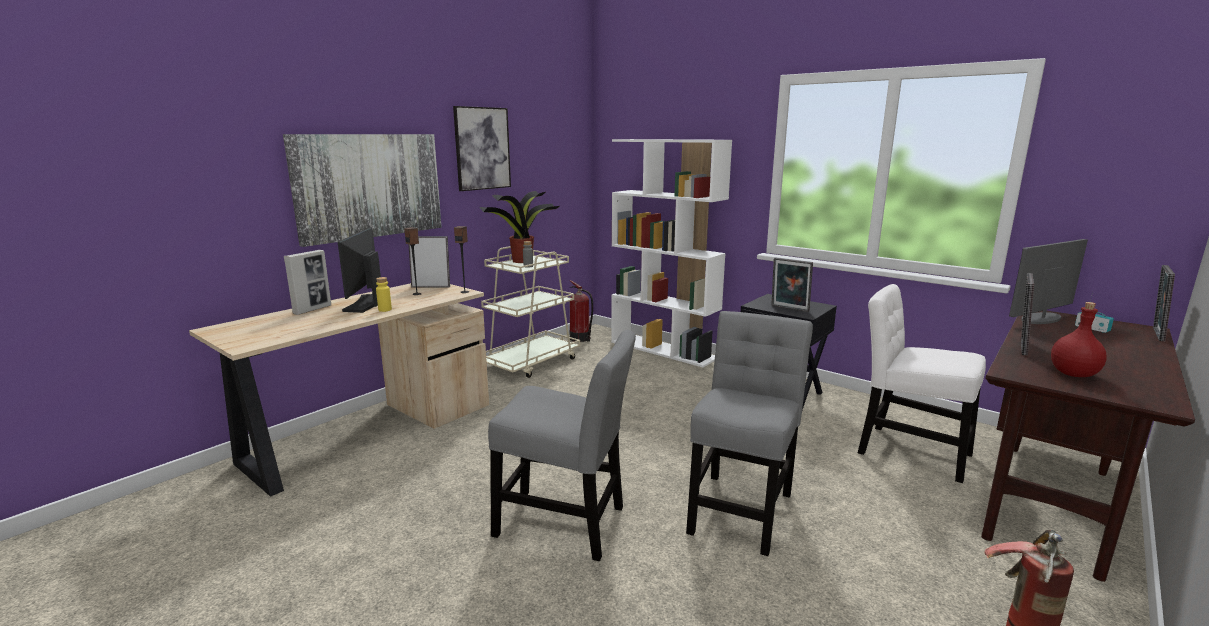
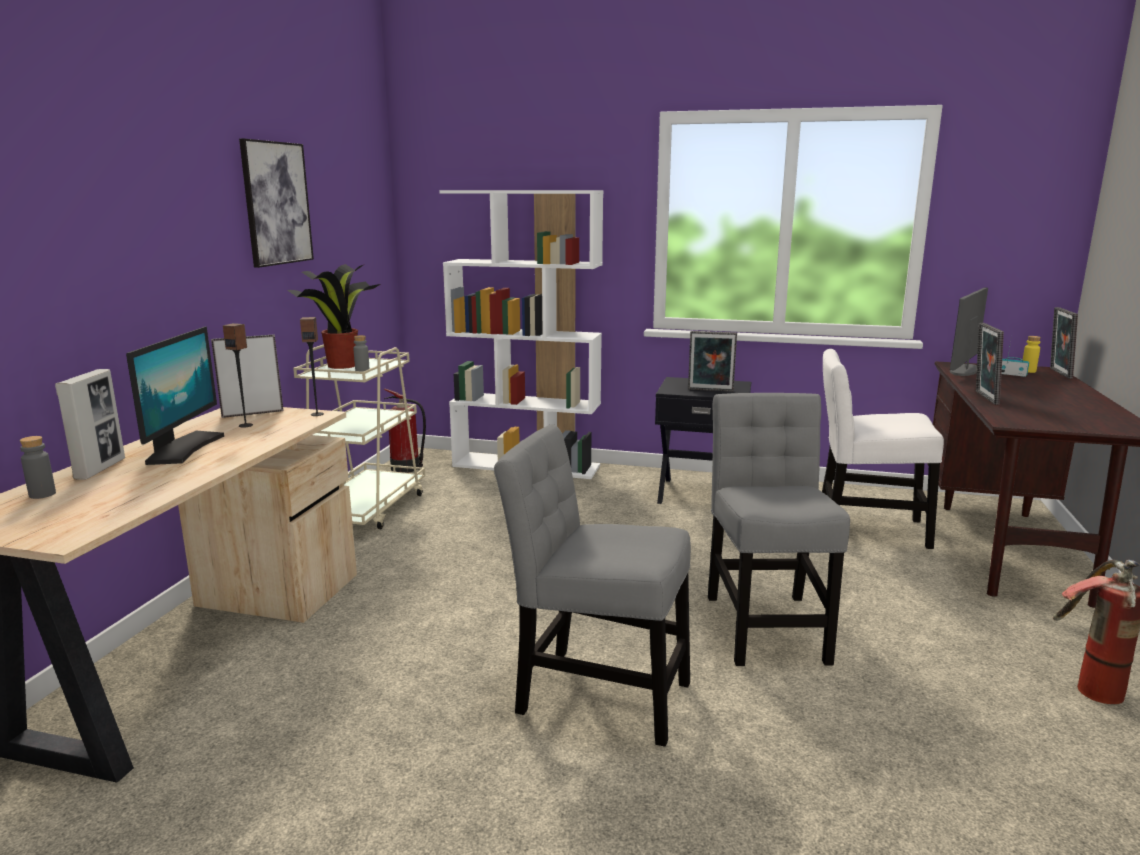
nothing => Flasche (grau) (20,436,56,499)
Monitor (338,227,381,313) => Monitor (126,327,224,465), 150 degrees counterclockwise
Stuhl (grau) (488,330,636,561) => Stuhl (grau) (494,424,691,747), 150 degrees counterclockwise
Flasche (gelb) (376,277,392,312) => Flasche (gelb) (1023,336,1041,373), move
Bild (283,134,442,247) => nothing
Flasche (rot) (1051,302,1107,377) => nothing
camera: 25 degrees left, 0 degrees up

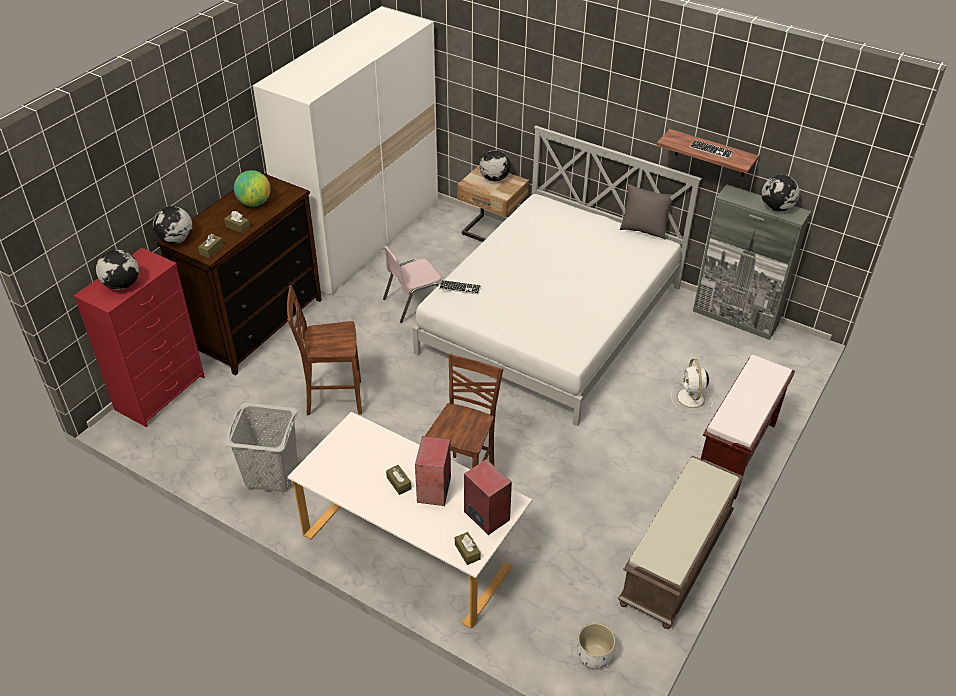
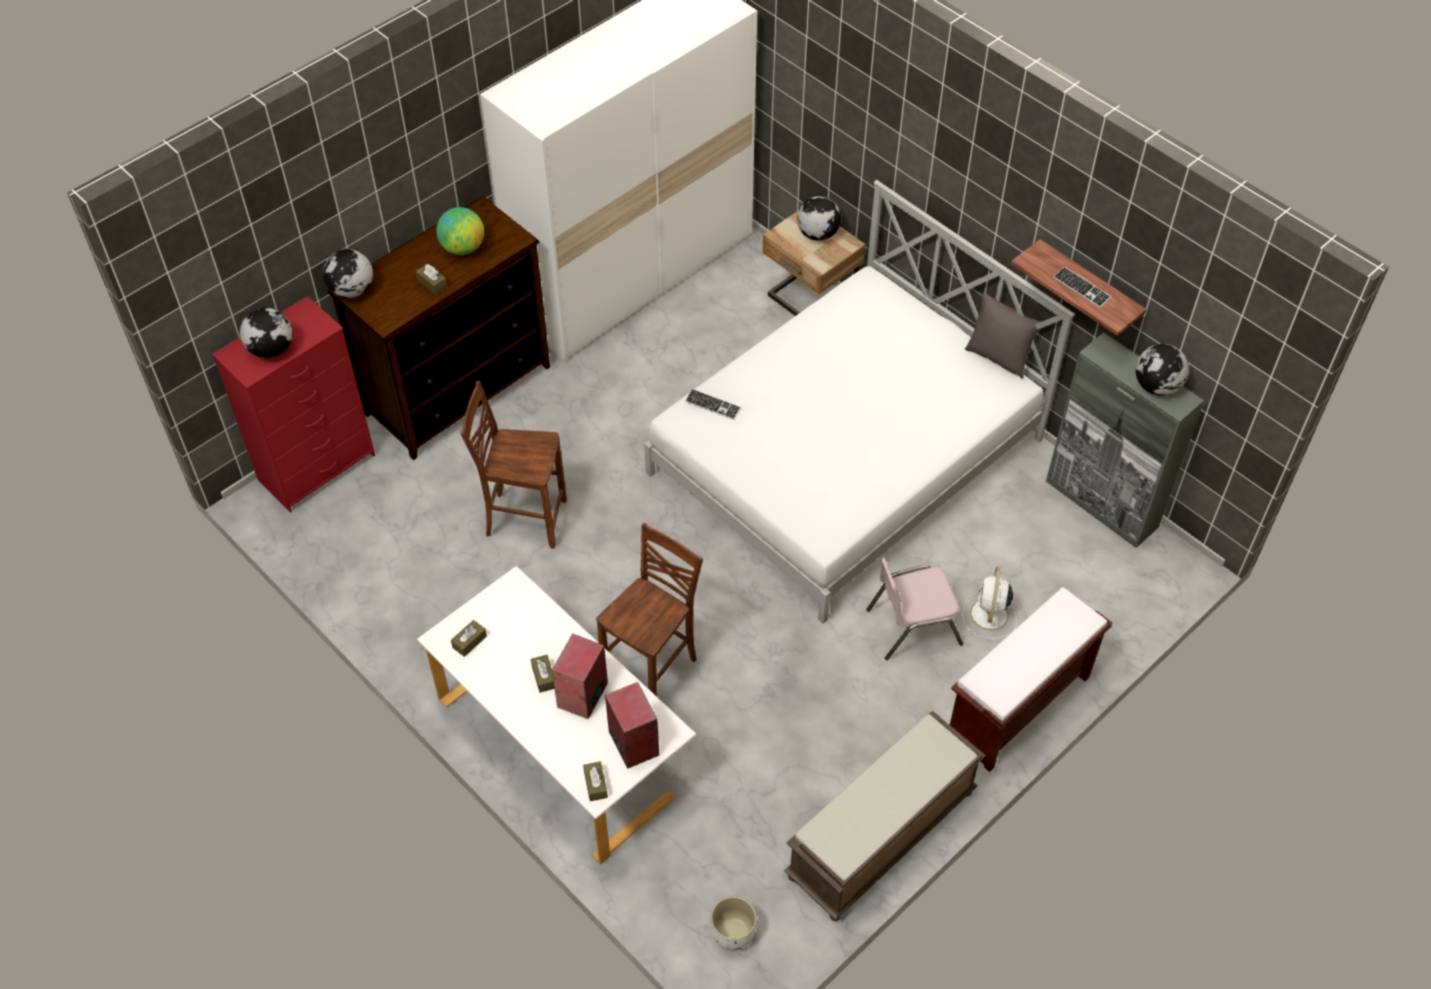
Taschentuchbox (braun) (198,234,223,258) => Taschentuchbox (braun) (451,620,487,657), move
Stuhl (rosa) (383,246,442,323) => Stuhl (rosa) (866,558,963,660), move
Wäschekorb (grau) (225,402,298,492) => nothing
camera: 15 degrees right, 10 degrees up

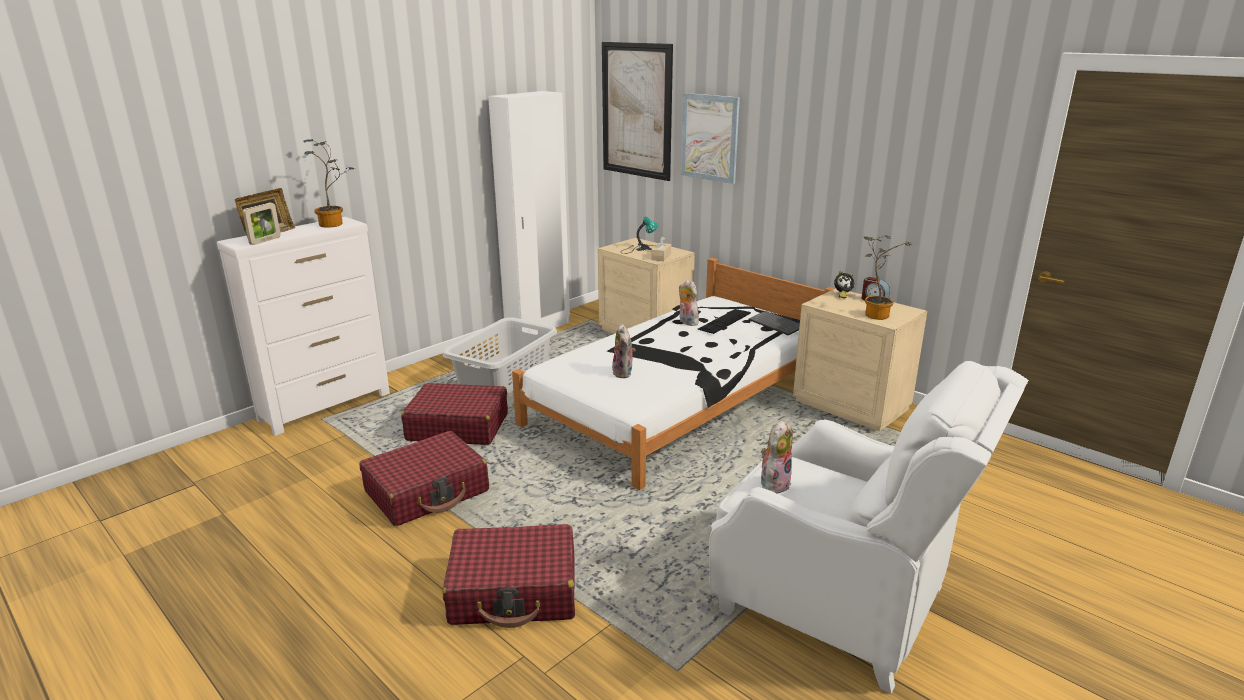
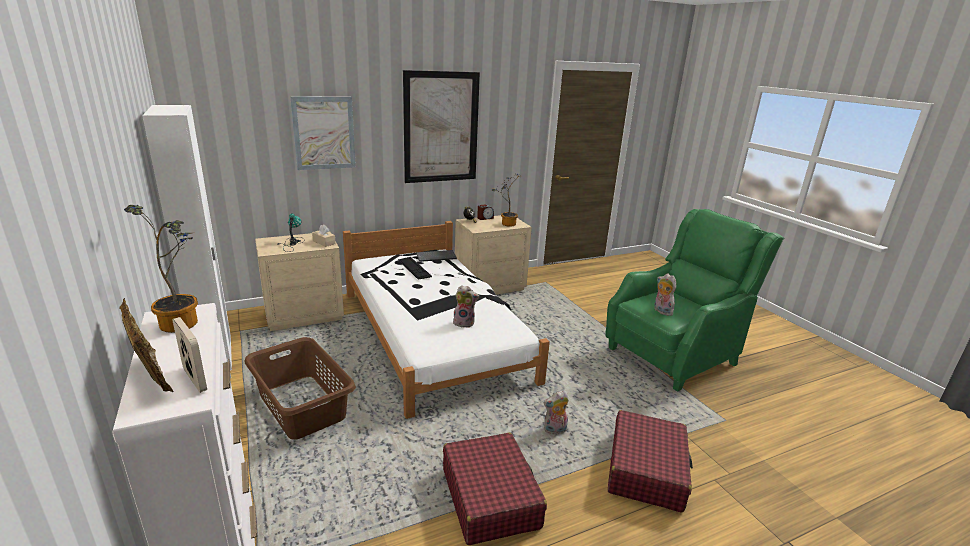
Wäschekorb (grau) (443,317,557,394) => Wäschekorb (braun) (244,337,356,439)
Bild (602,42,673,181) => Bild (403,70,480,183), move
Plüschtier (679,280,699,326) => Plüschtier (544,391,569,434), move
Sessel (weiß) (709,361,1029,694) => Sessel (grün) (605,209,784,392)
Koffer (rot) (401,383,508,445) => nothing
camera: 70 degrees left, 0 degrees up

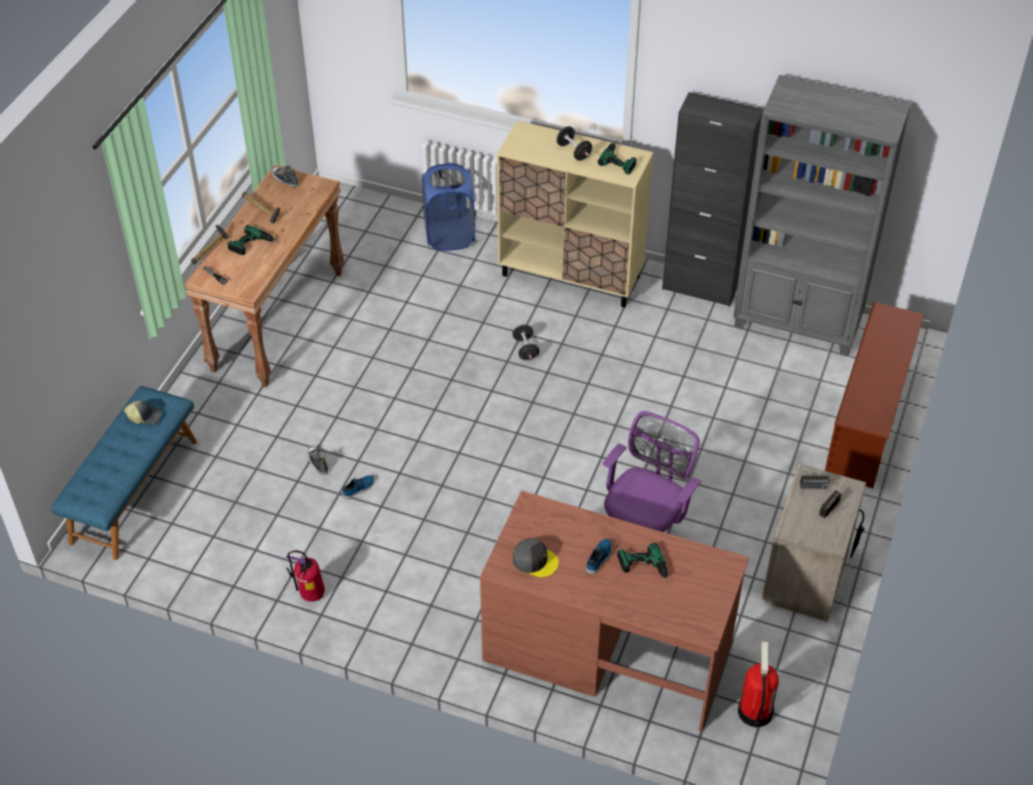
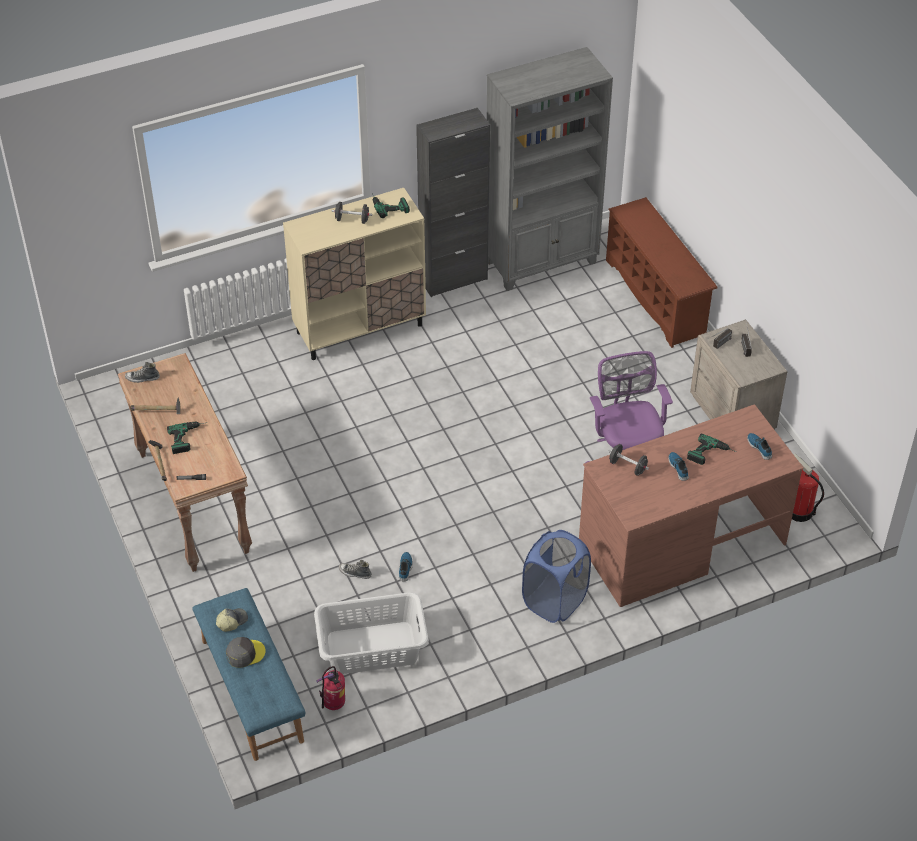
Kappe (grau) (513,538,559,577) => Kappe (grau) (226,637,266,668), move
nothing => Wäschekorb (grau) (314,592,429,674)
Feuerlöscher (286,550,325,602) => Feuerlöscher (316,666,345,710), move
Wäschekorb (blau) (422,163,475,251) => Wäschekorb (blau) (522,530,591,623), move
Hantel (schwarz) (513,325,539,360) => Hantel (schwarz) (608,444,649,476), move
nothing => Schuh (747,433,772,460)
camera: 45 degrees left, 0 degrees up

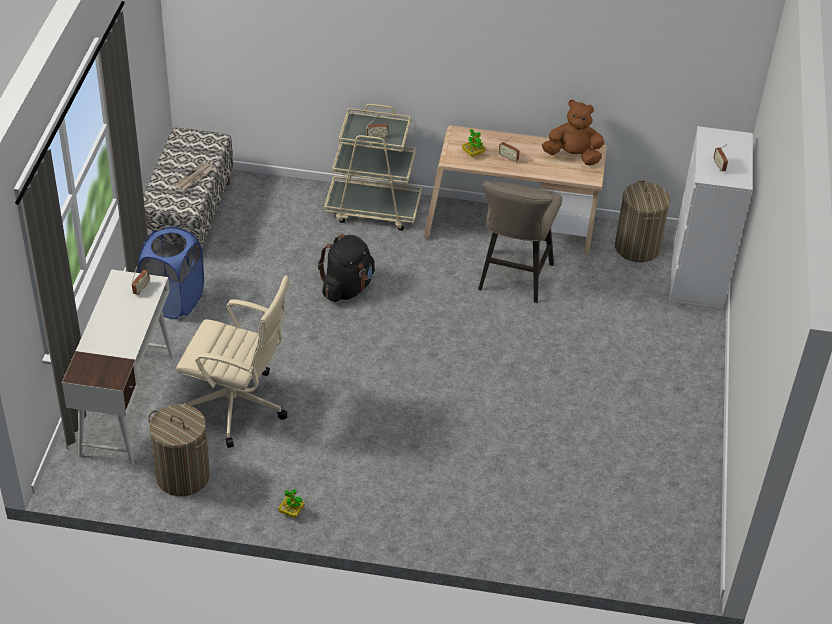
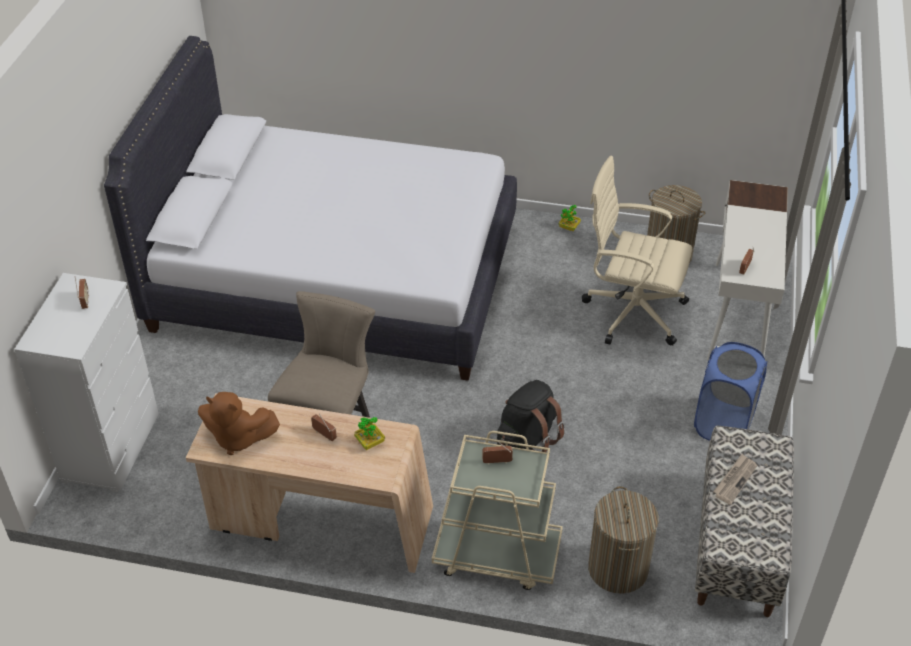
nothing => Bett (weiß) (104,36,517,381)
Wäschekorb (615,180,670,263) => Wäschekorb (588,486,659,594), move
camera: 175 degrees left, 0 degrees up

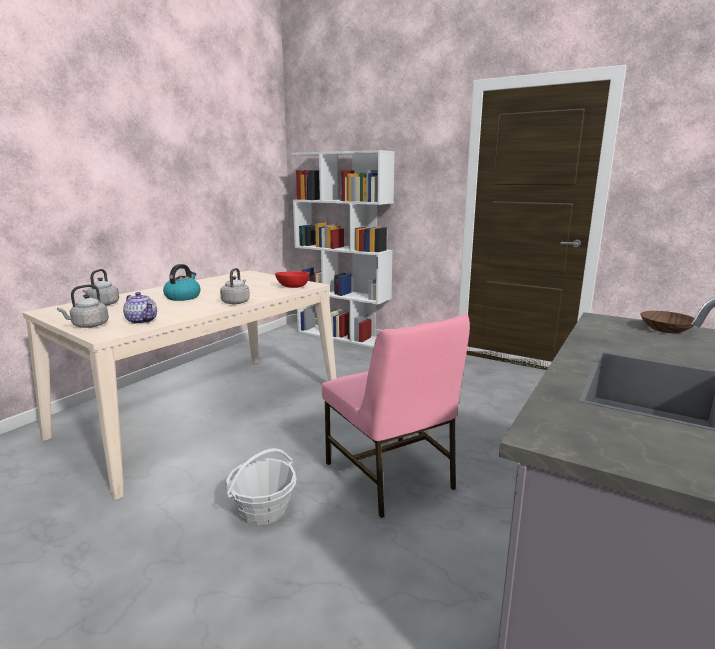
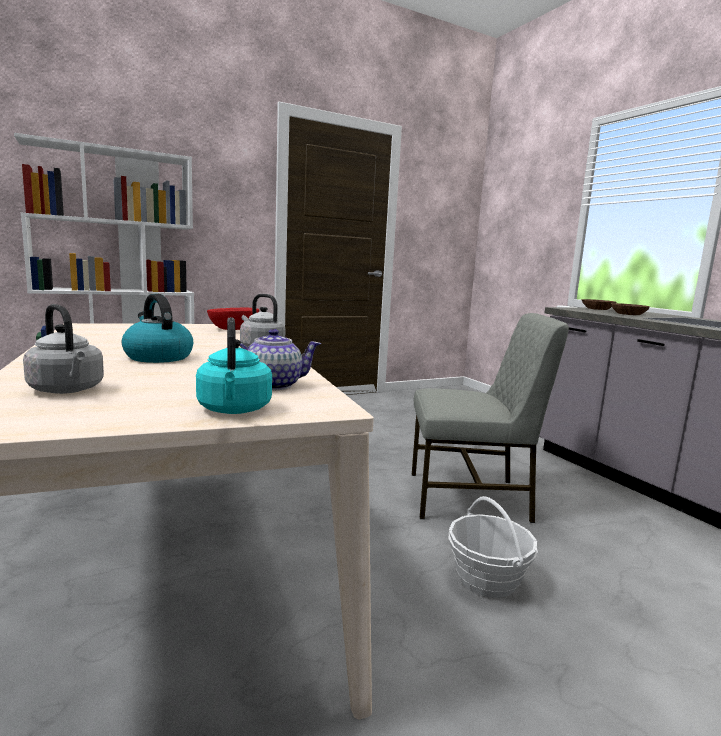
Wasserkessel (grau) (57,284,109,328) => Wasserkessel (türkis) (196,317,272,414)
Stuhl (rosa) (322,314,470,518) => Stuhl (grau) (412,313,569,523)
nothing => Schüssel (braun) (611,303,650,315)
camera: 60 degrees left, 5 degrees down

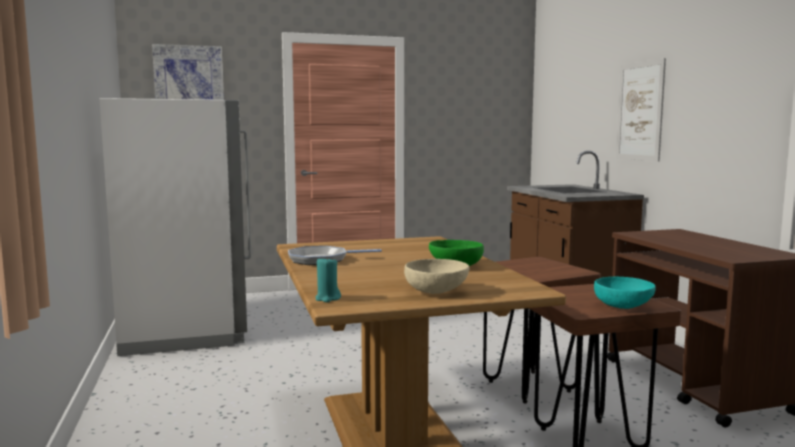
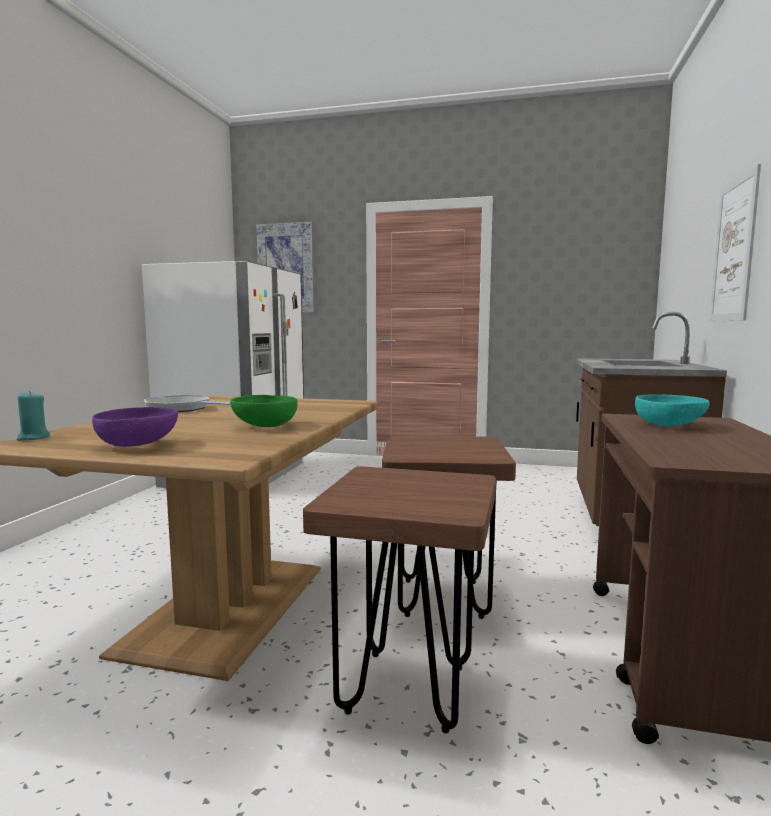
Schüssel (beige) (404,259,469,294) => Schüssel (lila) (92,407,178,447)
Schüssel (türkis) (594,277,656,309) => Schüssel (türkis) (635,394,710,426), move
camera: 30 degrees right, 0 degrees up

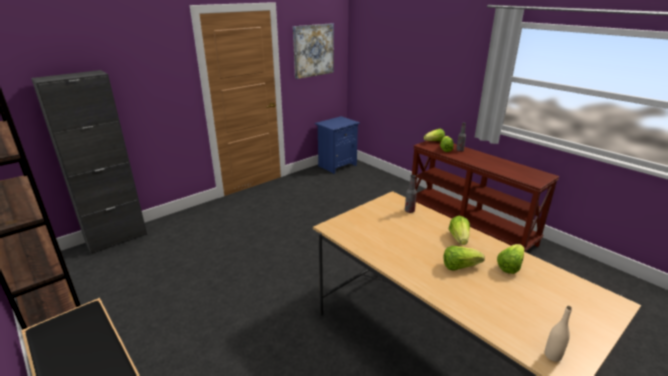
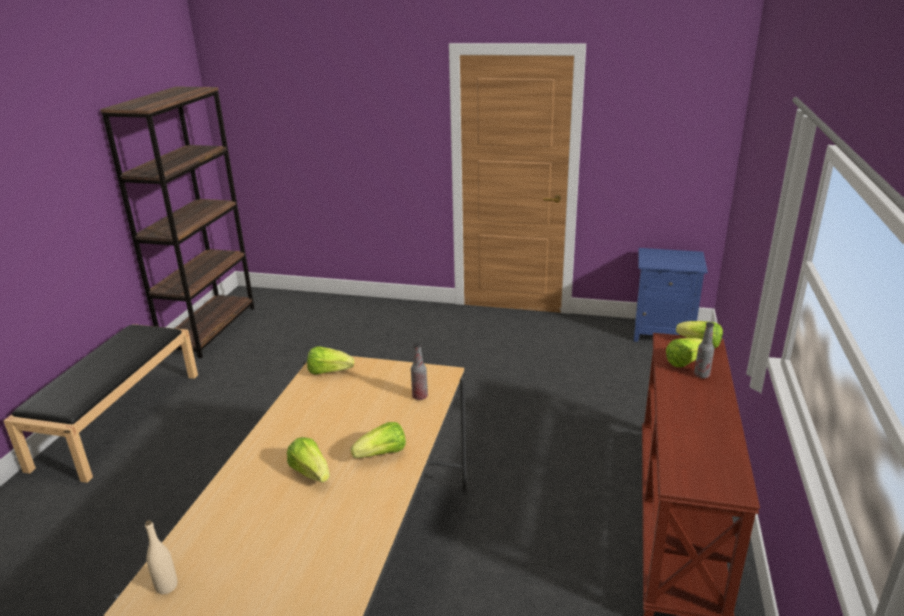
Salatkopf (497,244,524,274) => Salatkopf (307,346,354,375), move
Schrank (schwarz) (31,70,147,254) => nothing
Bild (293,23,334,79) => nothing
camera: 55 degrees right, 0 degrees up

